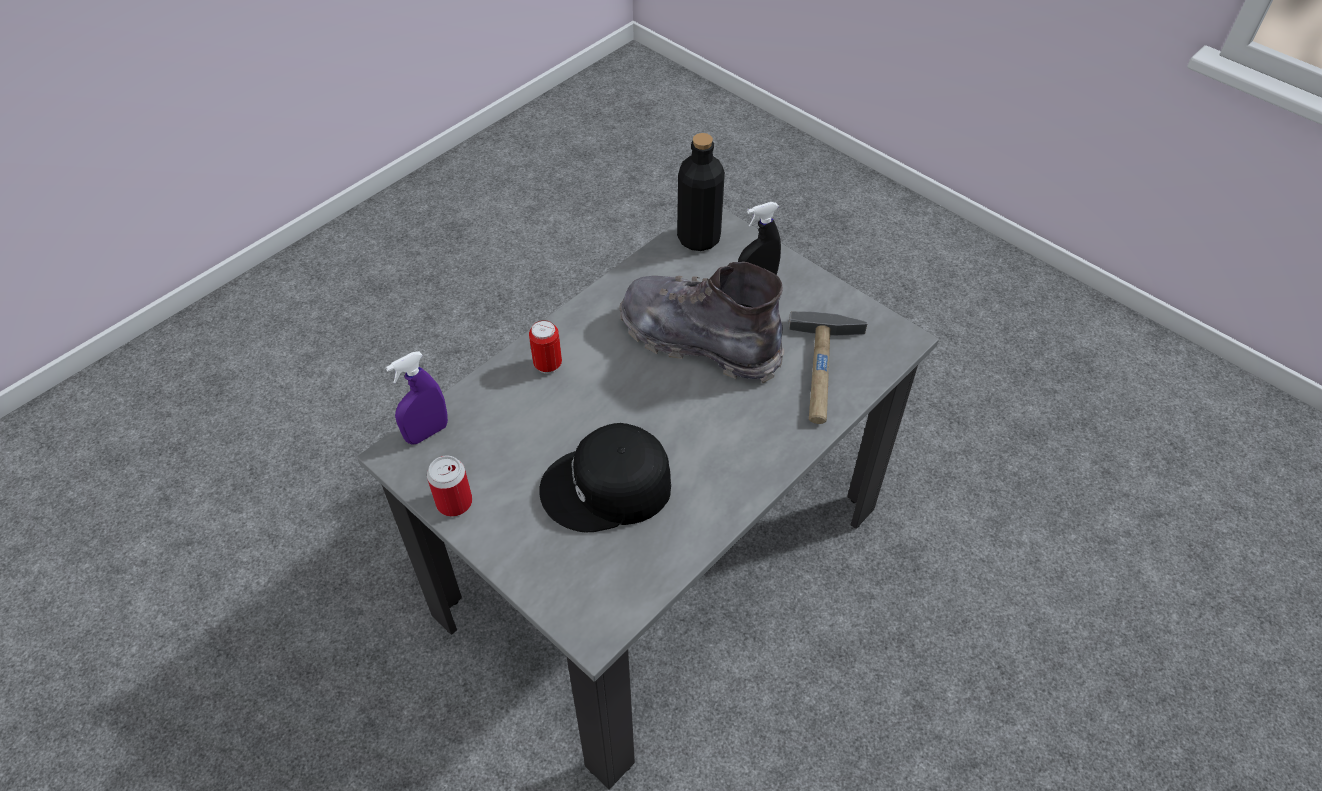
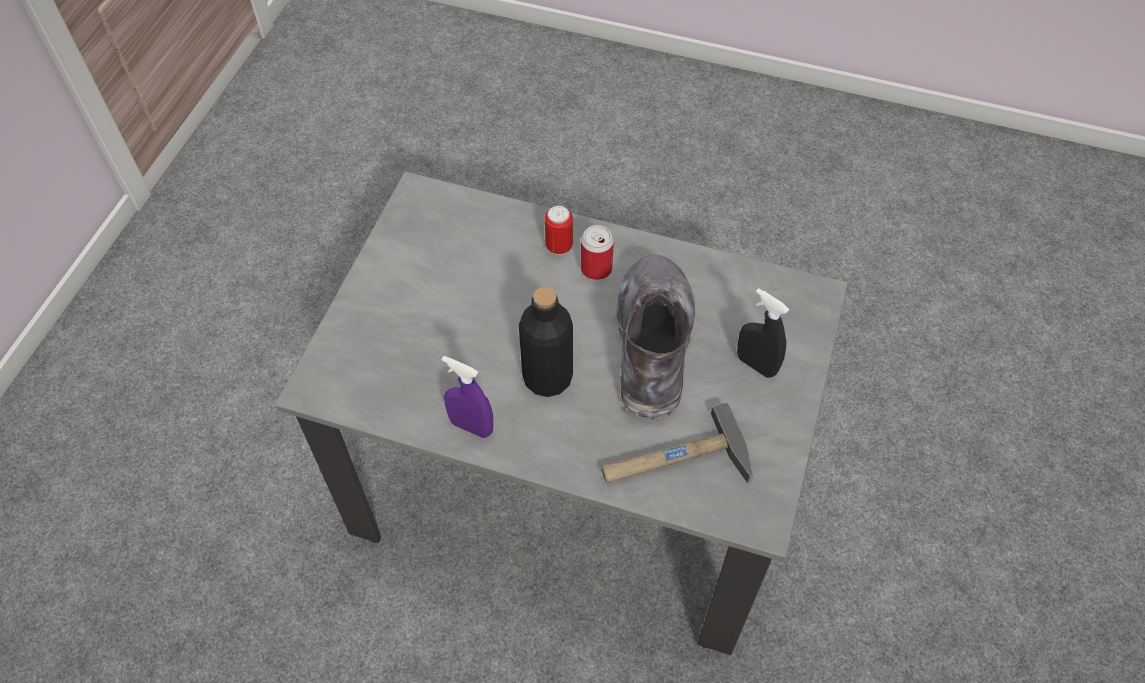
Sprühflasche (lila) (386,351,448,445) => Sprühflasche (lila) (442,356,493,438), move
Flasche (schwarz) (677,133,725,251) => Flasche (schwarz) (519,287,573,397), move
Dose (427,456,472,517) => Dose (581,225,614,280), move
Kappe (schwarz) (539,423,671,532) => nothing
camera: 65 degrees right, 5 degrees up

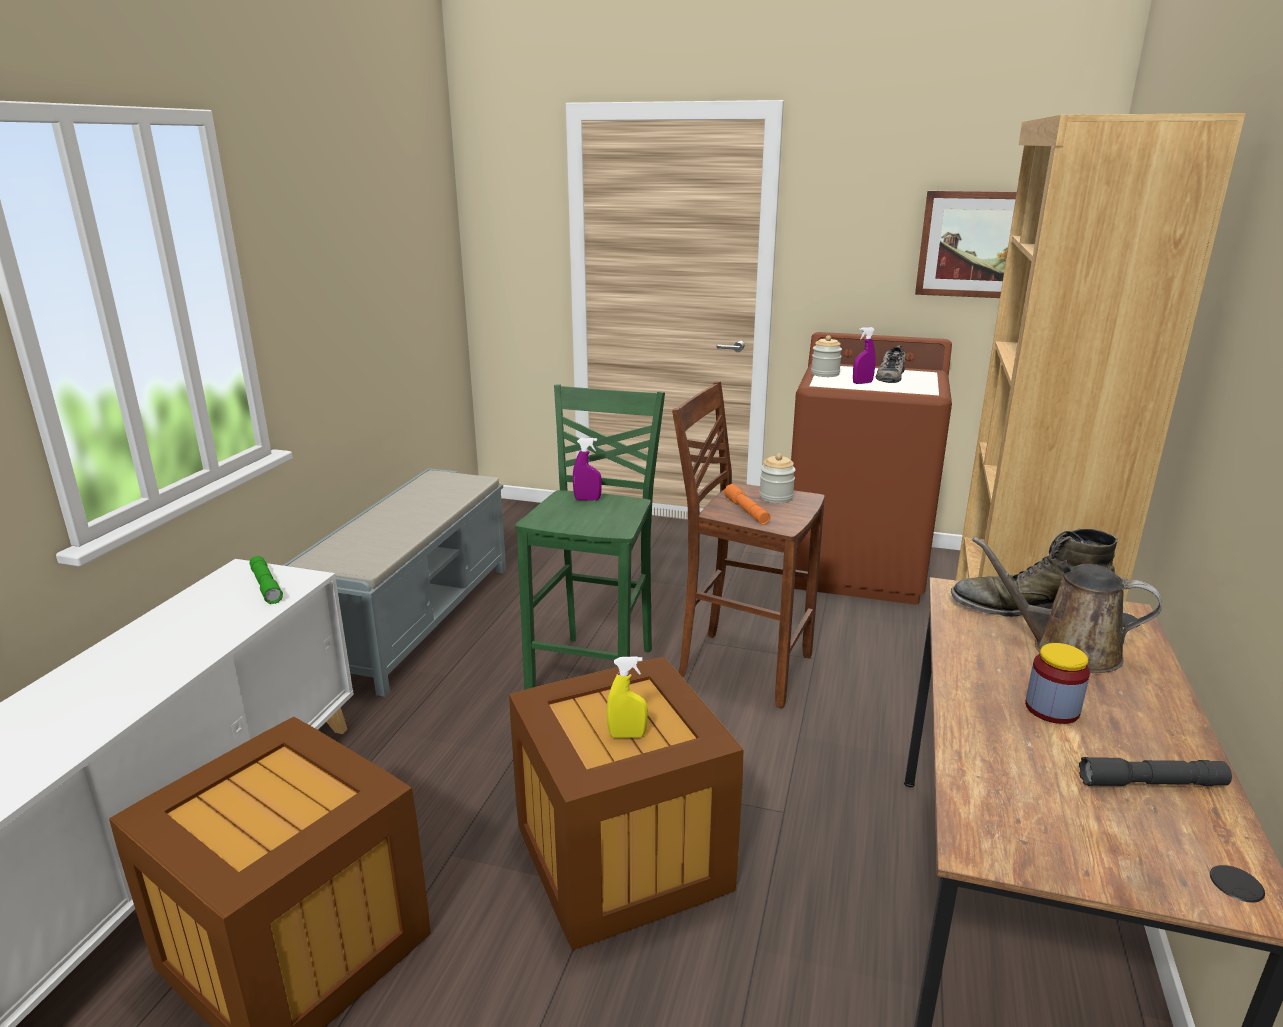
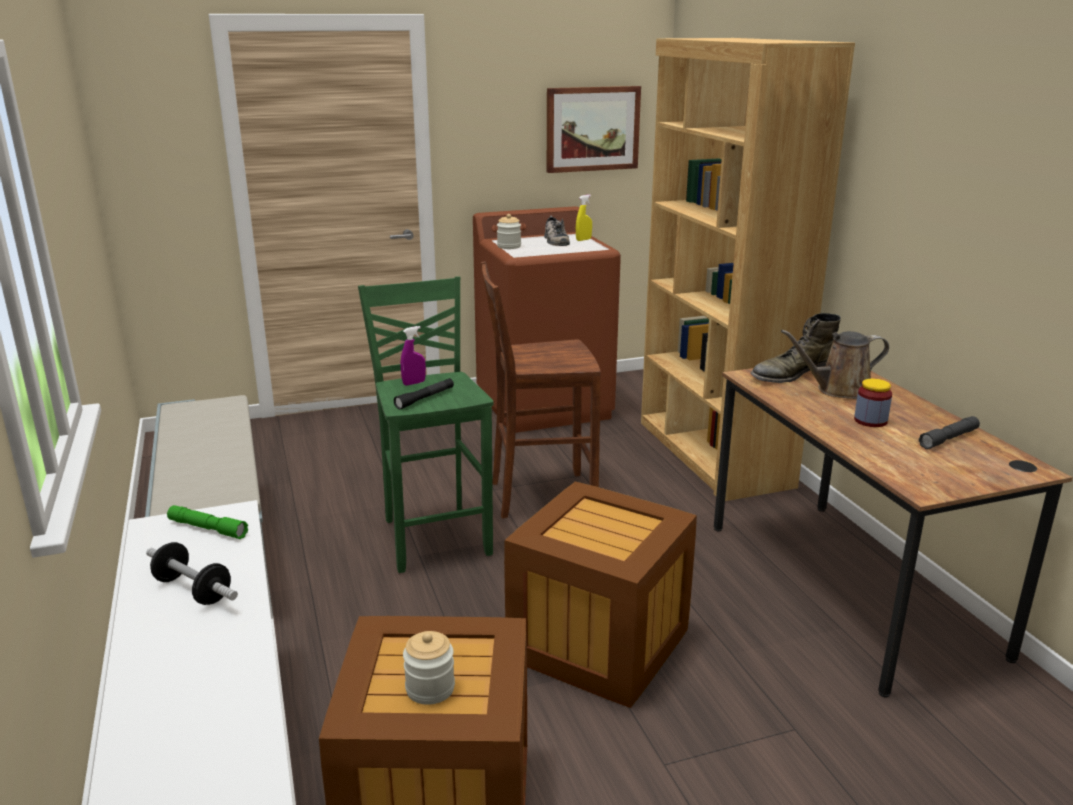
nothing => Hantel (146,542,238,605)
nothing => Taschenlampe (schwarz) (394,378,454,409)
Vorratsglas (759,453,796,503) => Vorratsglas (403,631,455,705), move
Sprühflasche (gelb) (607,656,648,738) => Sprühflasche (gelb) (576,195,592,241), move
Taschenlampe (orange) (724,484,771,525) => nothing
Sprühflasche (lila) (853,327,876,384) => nothing
camera: 35 degrees left, 0 degrees up

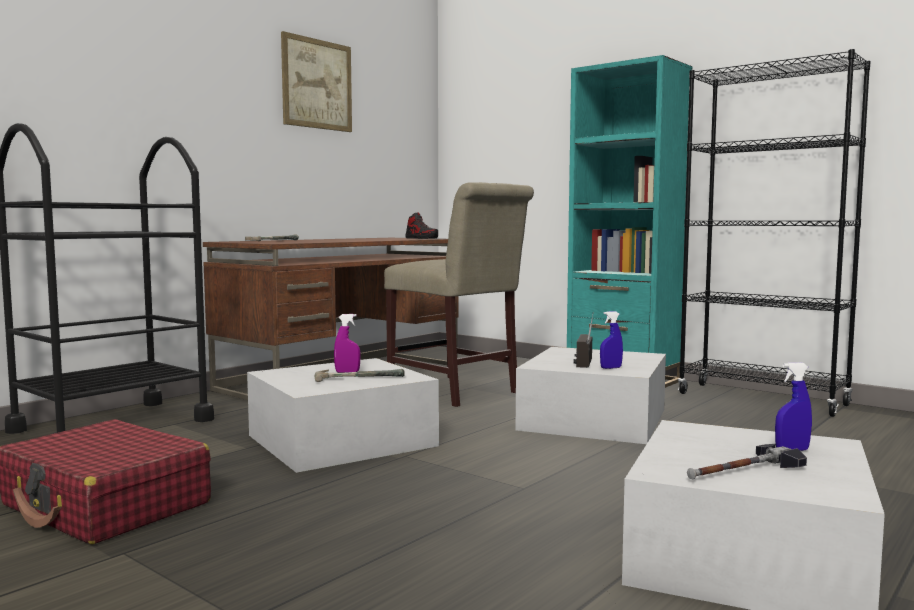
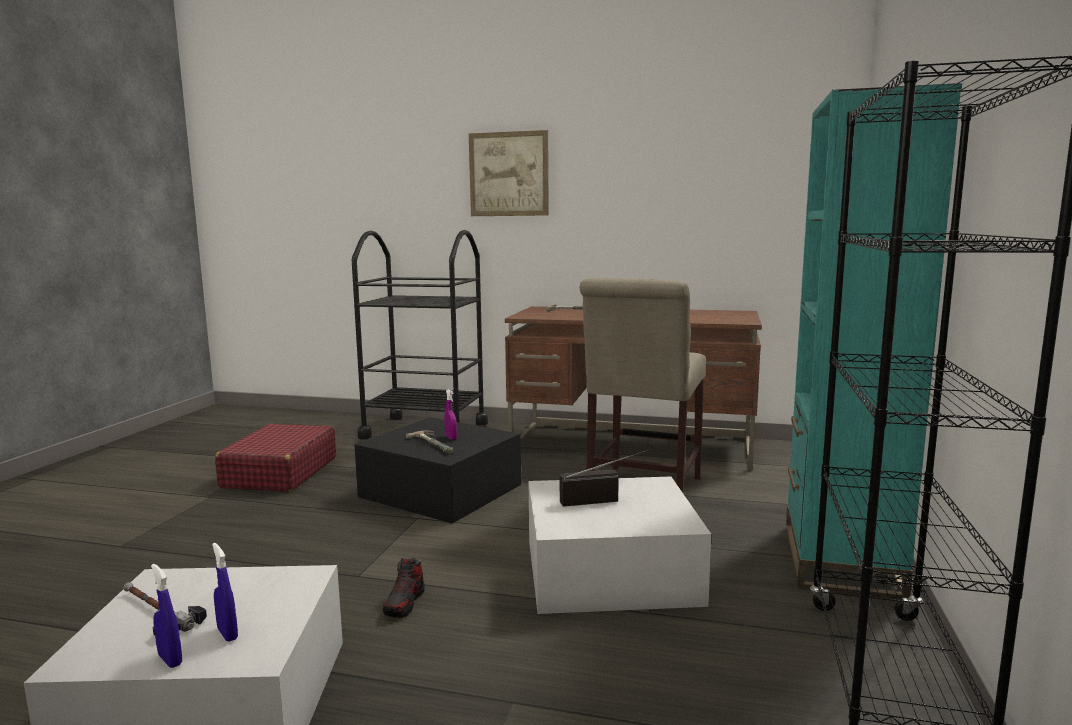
Sprühflasche (blau) (600,311,623,369) => Sprühflasche (blau) (151,564,182,668), move
Aufbewahrungsbox (weiß) (247,358,439,473) => Aufbewahrungsbox (schwarz) (354,417,521,524)
Schuh (405,212,438,239) => Schuh (383,558,425,618), move
Bild (281,31,352,132) => Bild (469,130,549,216), move
camera: 65 degrees right, 5 degrees up

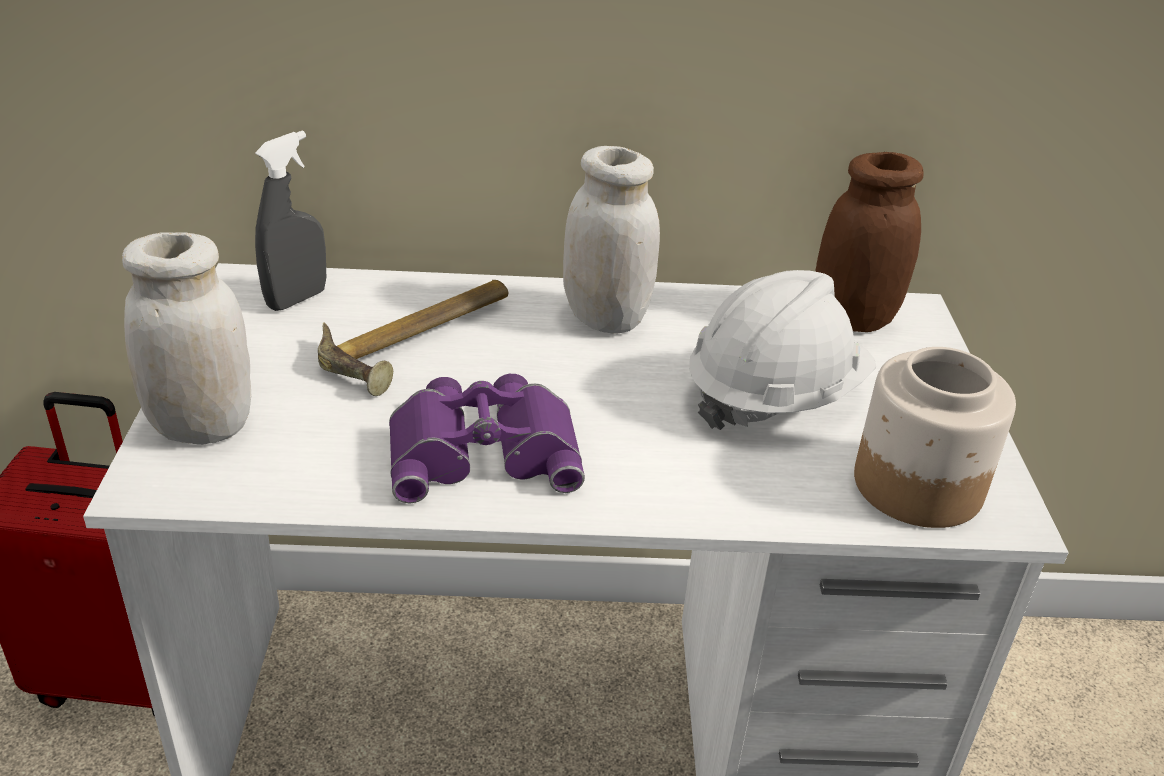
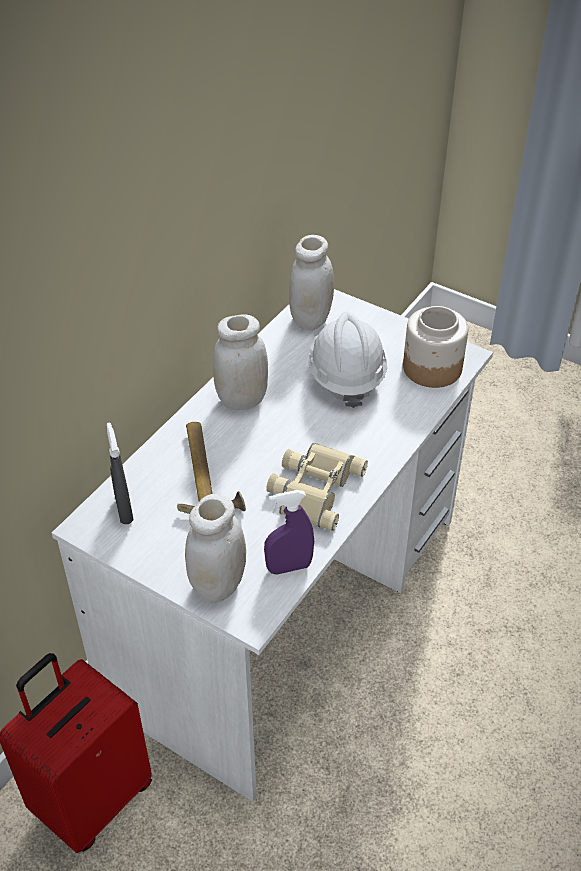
nothing => Sprühflasche (lila) (264,490,314,575)
Fernglas (lila) (389,374,585,504) => Fernglas (beige) (266,443,368,531)
Vorratsglas (braun) (815,152,924,332) => Vorratsglas (weiß) (289,235,334,330)
camera: 55 degrees left, 10 degrees up

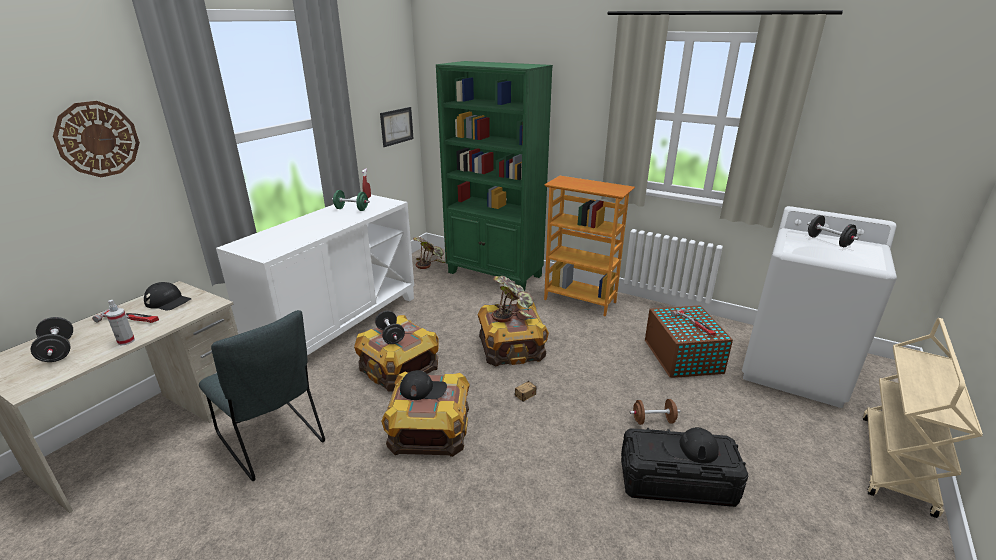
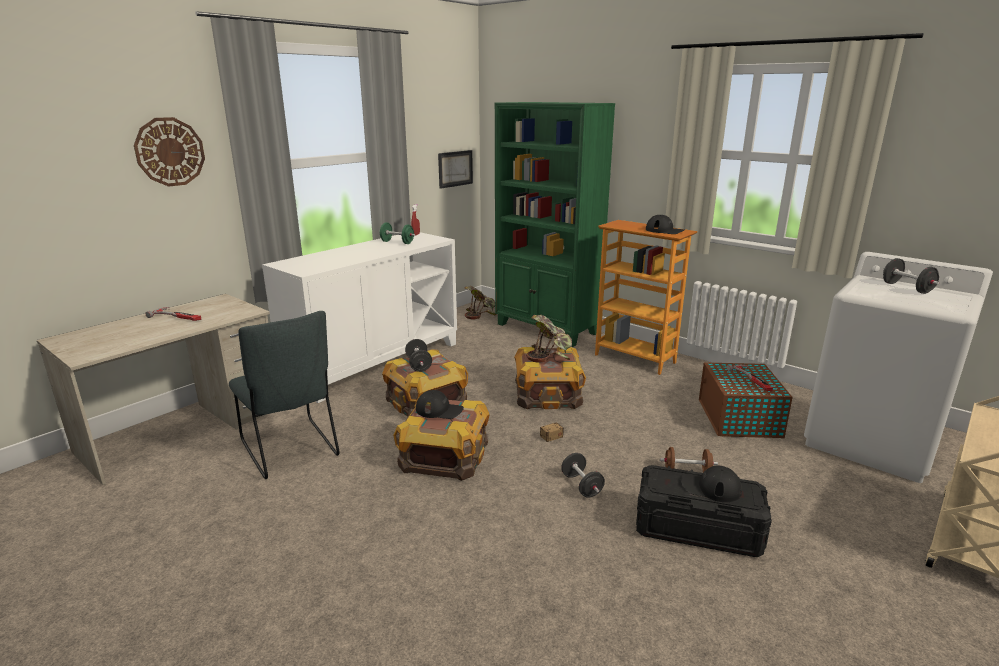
Hantel (schwarz) (31,317,73,362) => Hantel (schwarz) (561,453,605,498), move
Kappe (schwarz) (144,282,192,311) => Kappe (schwarz) (646,215,684,234), move
Sprühflasche (106,300,135,345) => nothing
camera: 10 degrees right, 5 degrees down

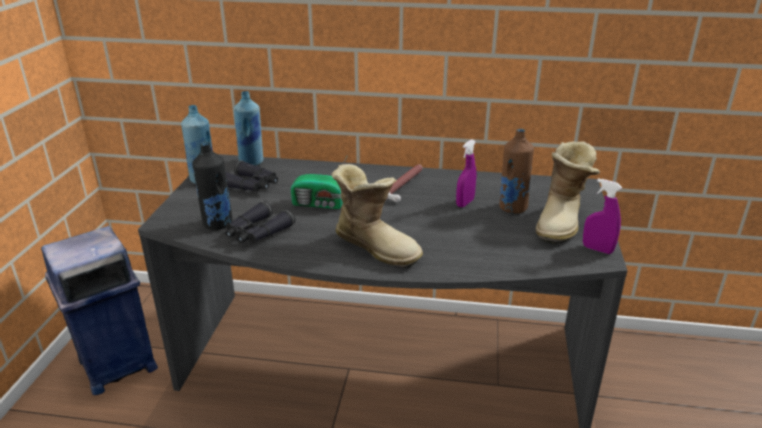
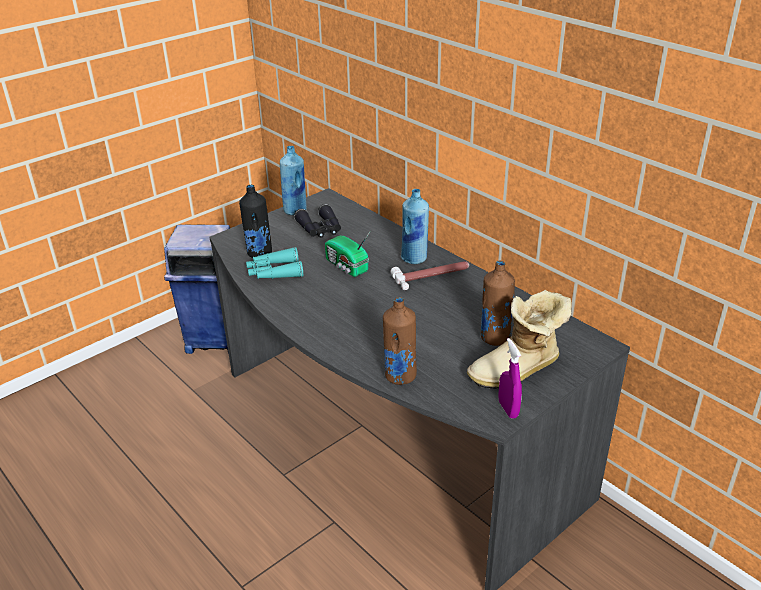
Fernglas (schwarz) (225,201,295,243) => Fernglas (türkis) (246,247,303,279)
nothing => Flasche (braun) (383,297,417,385)
Flasche (blau) (234,91,263,166) => Flasche (blau) (401,189,429,264), move
Stiefel (331,164,423,268) => nothing
Sprühflasche (lila) (456,139,476,207) => nothing
camera: 40 degrees right, 5 degrees up

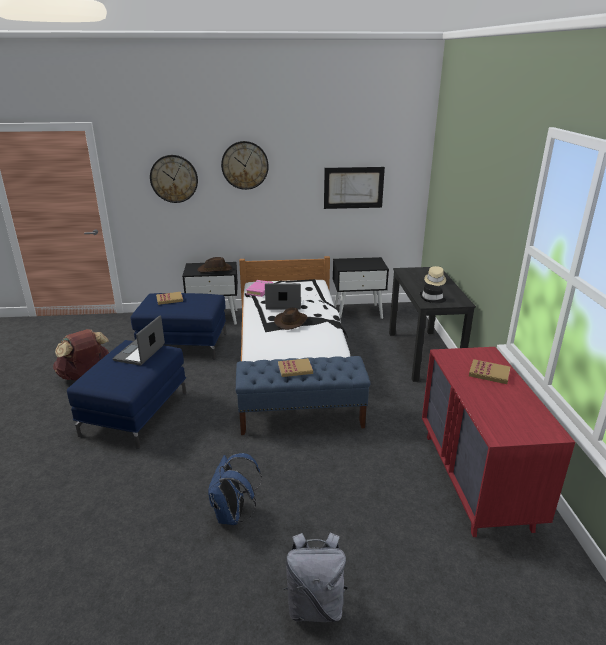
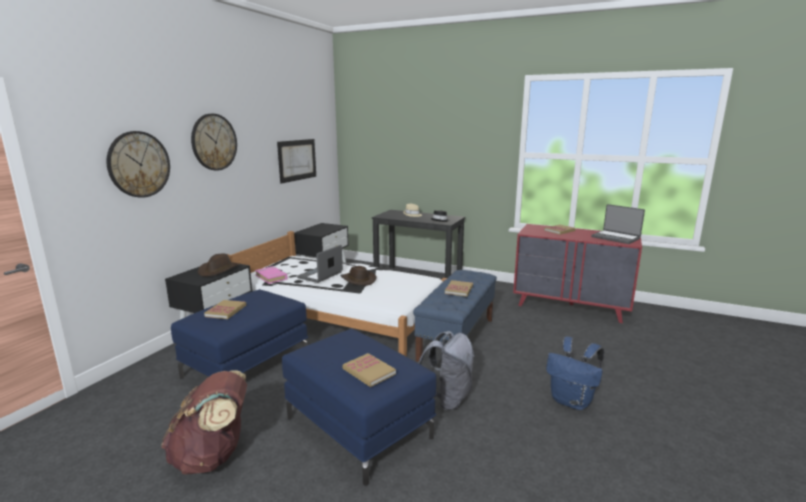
nothing => Buch (342,353,396,387)
Rucksack (grau) (284,533,348,622) => Rucksack (grau) (418,331,474,410), move
Laptop (113,316,165,366) => Laptop (591,204,645,244), move
camera: 60 degrees left, 10 degrees down

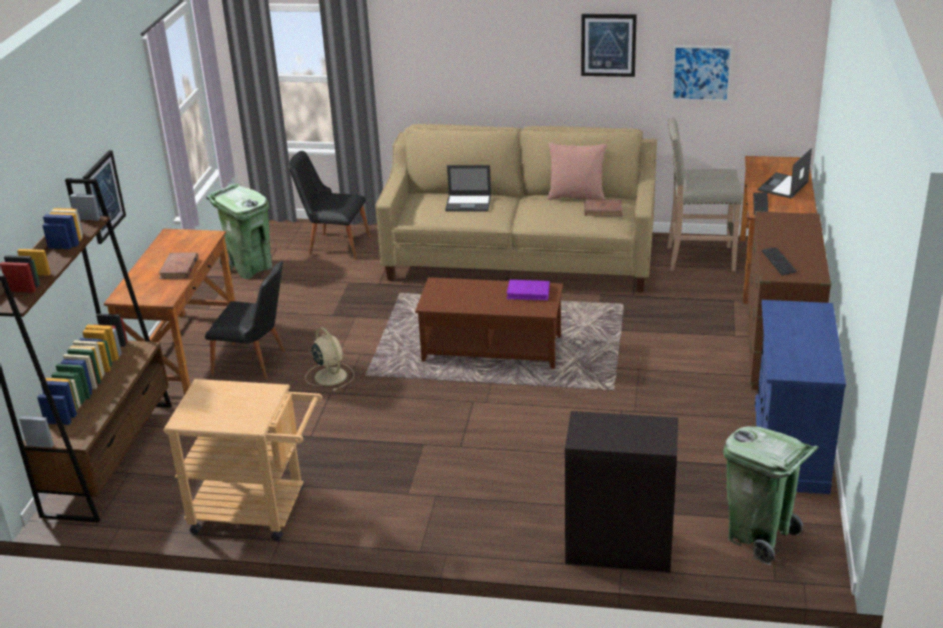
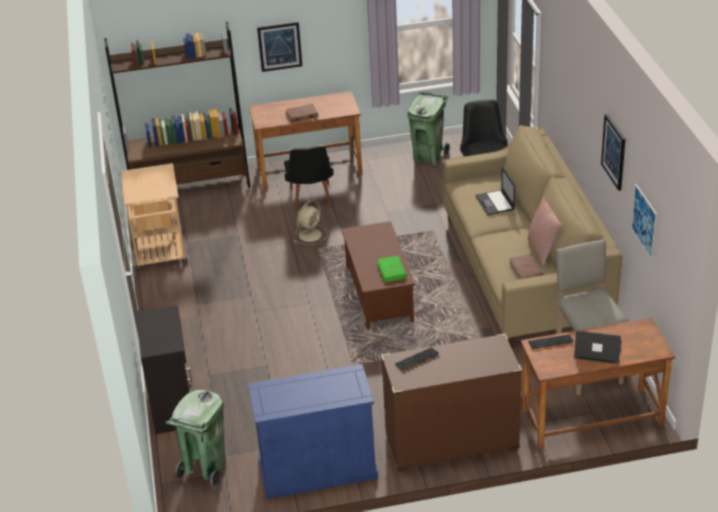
Buch (lila) (506,280,550,301) => Buch (grün) (377,256,407,282)
camera: 70 degrees right, 5 degrees up

